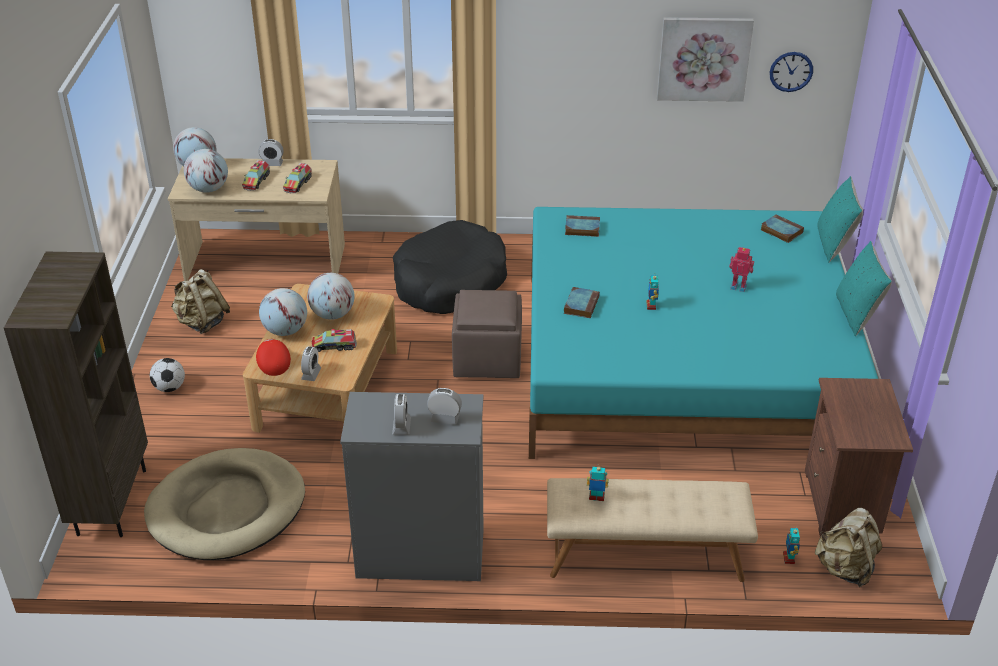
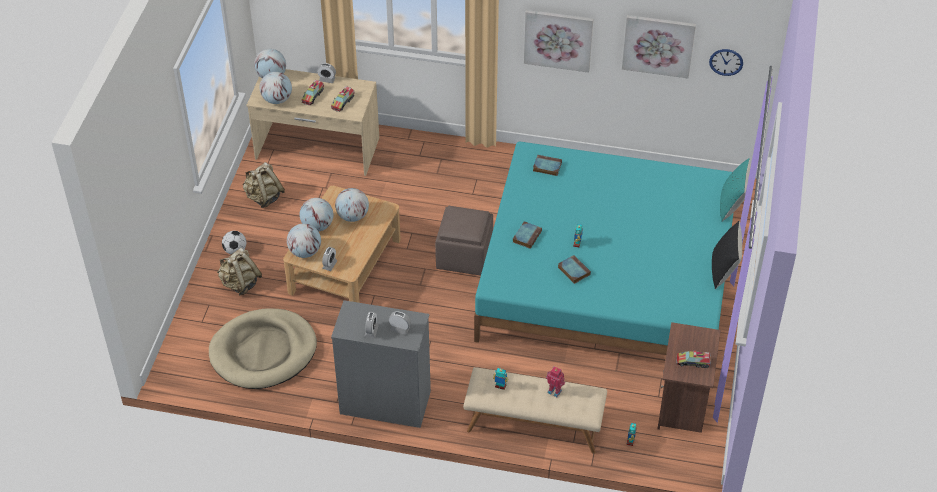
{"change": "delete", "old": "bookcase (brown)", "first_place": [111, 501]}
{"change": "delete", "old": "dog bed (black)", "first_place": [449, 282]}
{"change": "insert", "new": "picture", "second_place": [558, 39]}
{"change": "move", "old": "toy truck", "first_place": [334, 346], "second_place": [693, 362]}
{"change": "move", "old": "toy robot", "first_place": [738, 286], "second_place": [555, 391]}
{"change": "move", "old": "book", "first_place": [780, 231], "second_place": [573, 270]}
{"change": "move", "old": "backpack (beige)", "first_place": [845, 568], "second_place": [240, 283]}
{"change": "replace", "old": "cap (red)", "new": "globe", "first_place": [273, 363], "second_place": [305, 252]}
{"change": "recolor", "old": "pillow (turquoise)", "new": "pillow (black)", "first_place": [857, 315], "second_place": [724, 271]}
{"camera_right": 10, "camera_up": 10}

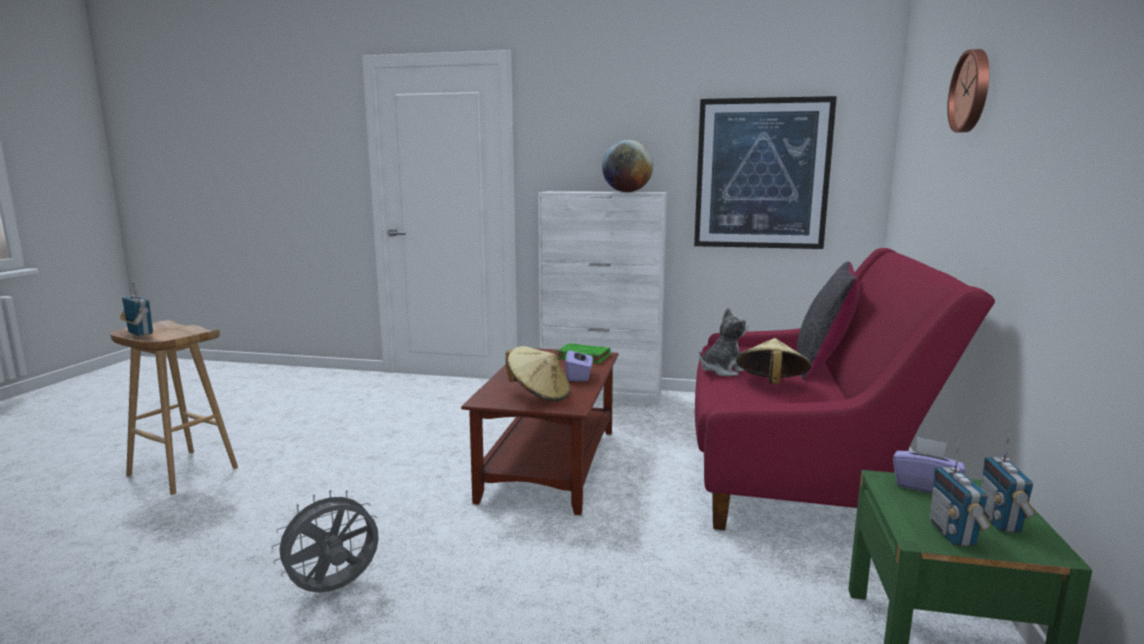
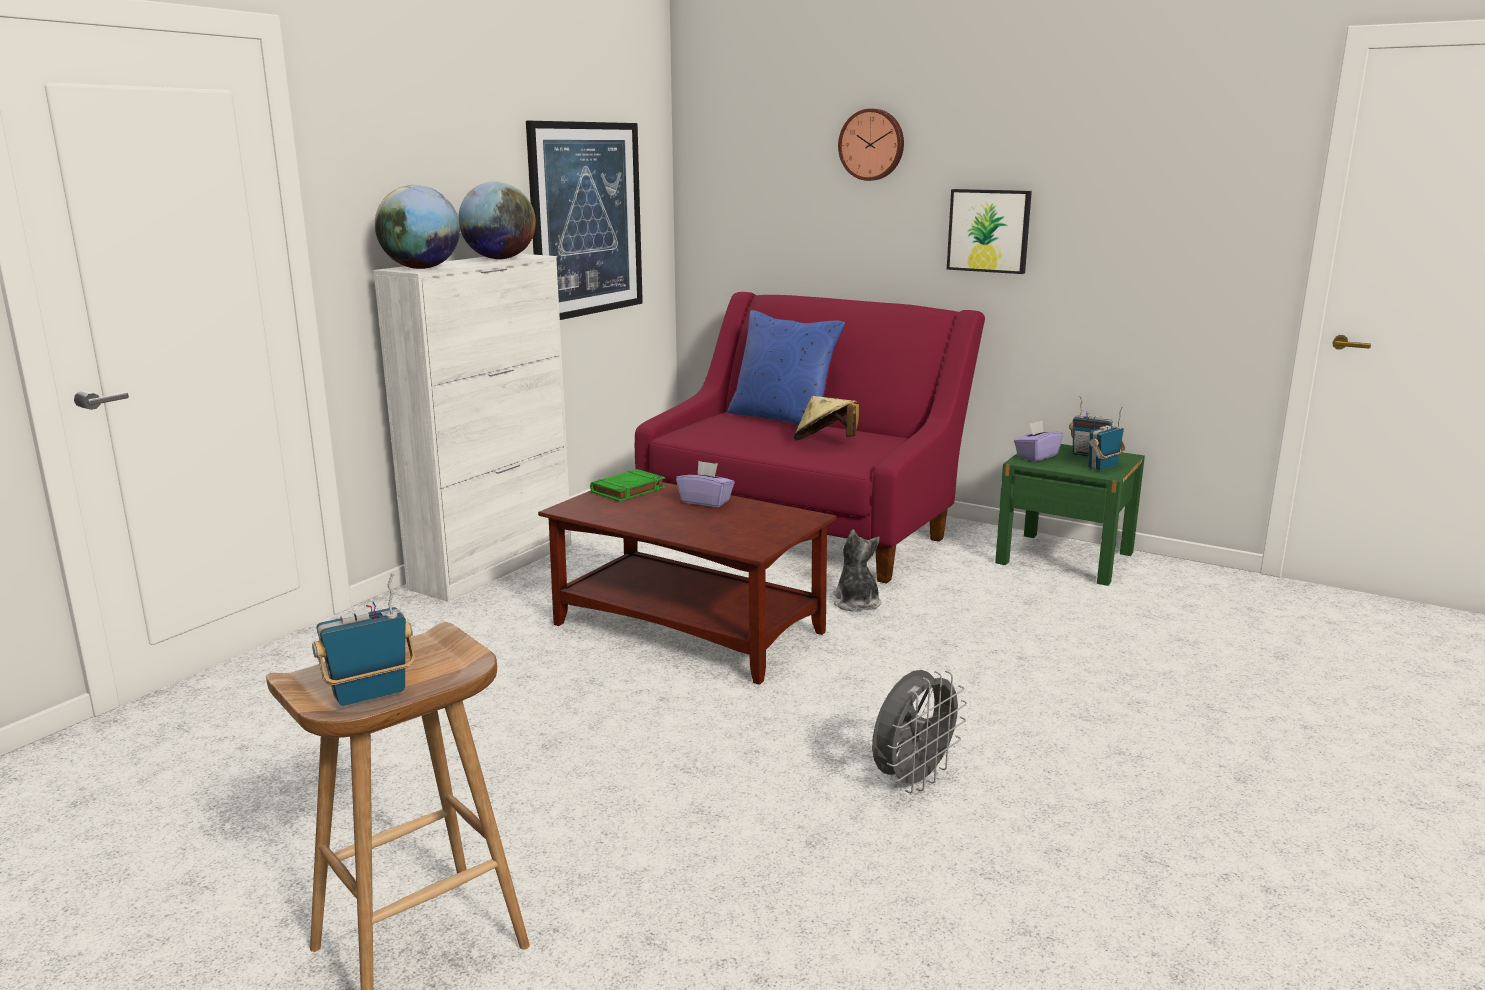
{"change": "delete", "old": "hat (beige)", "first_place": [539, 395]}
{"change": "insert", "new": "globe", "second_place": [421, 268]}
{"change": "insert", "new": "picture", "second_place": [989, 230]}
{"change": "move", "old": "plush toy", "first_place": [722, 370], "second_place": [856, 603]}
{"change": "recolor", "old": "pillow (black)", "new": "pillow (blue)", "first_place": [823, 365], "second_place": [783, 419]}
{"change": "rotate", "old": "fan (grey)", "first_place": [334, 590], "second_place": [912, 780], "degrees": -120}
{"change": "rotate", "old": "radio", "first_place": [953, 534], "second_place": [1103, 467], "degrees": 120}
{"camera_right": -70, "camera_up": 5}

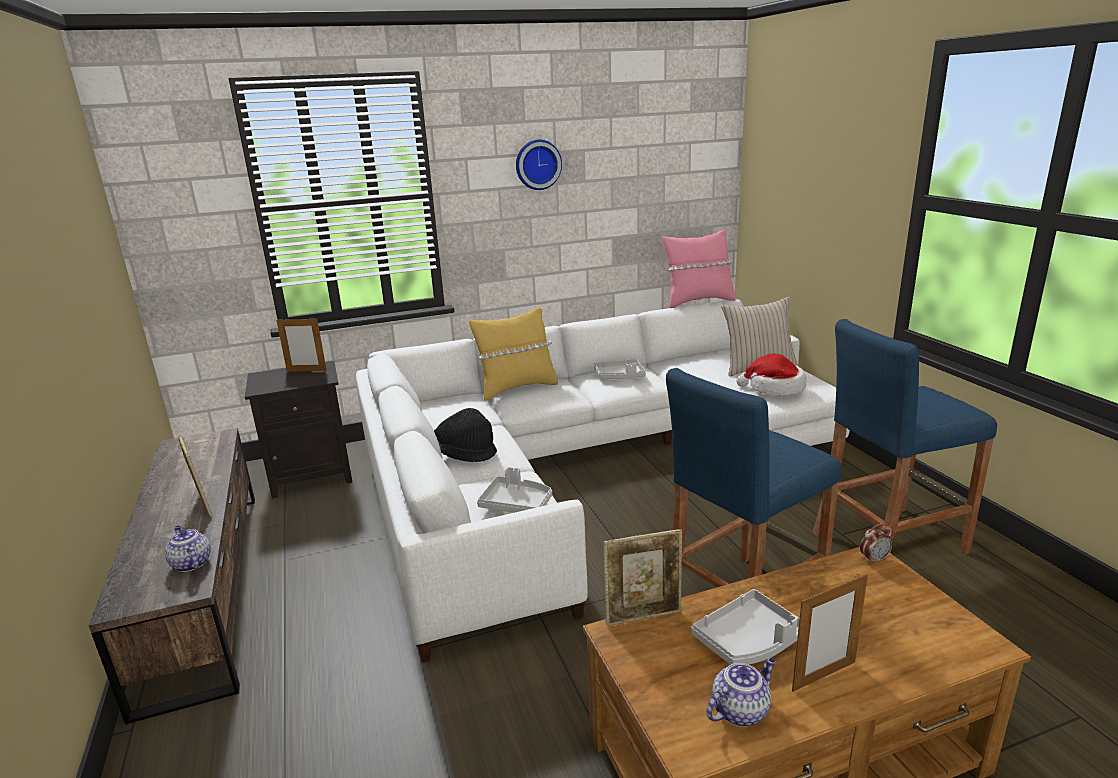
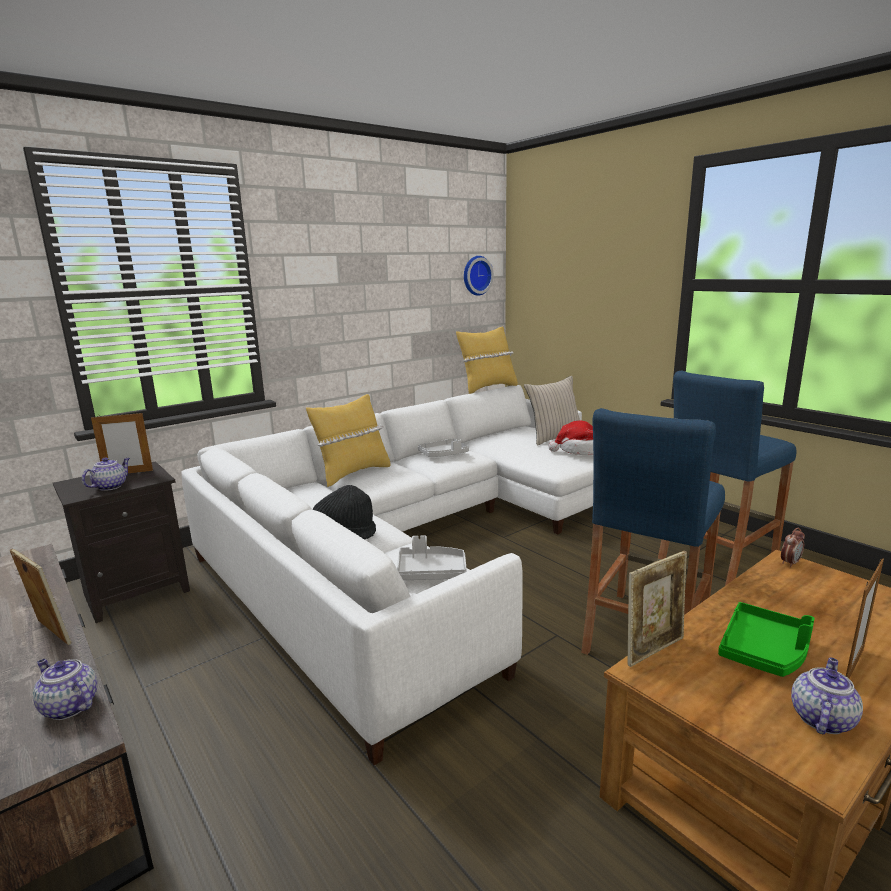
{"change": "insert", "new": "teapot", "second_place": [110, 486]}
{"change": "move", "old": "wall clock", "first_place": [537, 164], "second_place": [476, 275]}
{"change": "recolor", "old": "pillow (pink)", "new": "pillow (yellow)", "first_place": [698, 301], "second_place": [487, 388]}
{"change": "recolor", "old": "tray (grey)", "new": "tray (green)", "first_place": [749, 641], "second_place": [764, 651]}
{"camera_right": -20, "camera_up": -5}

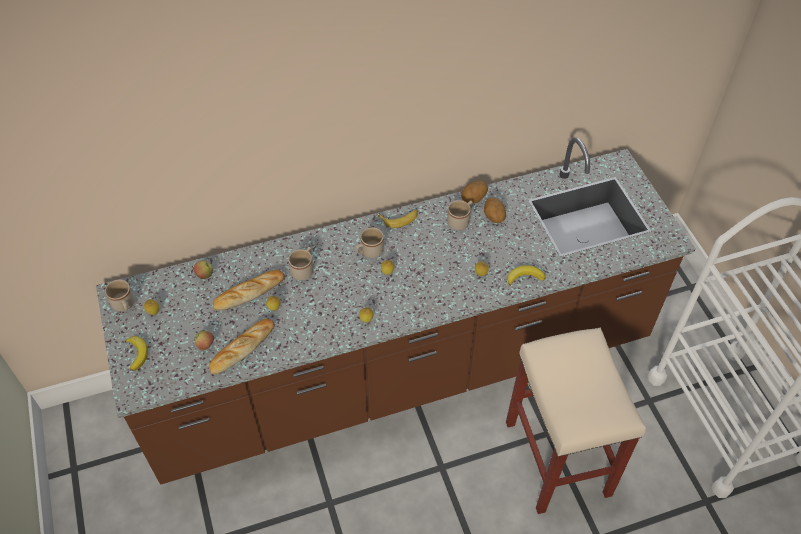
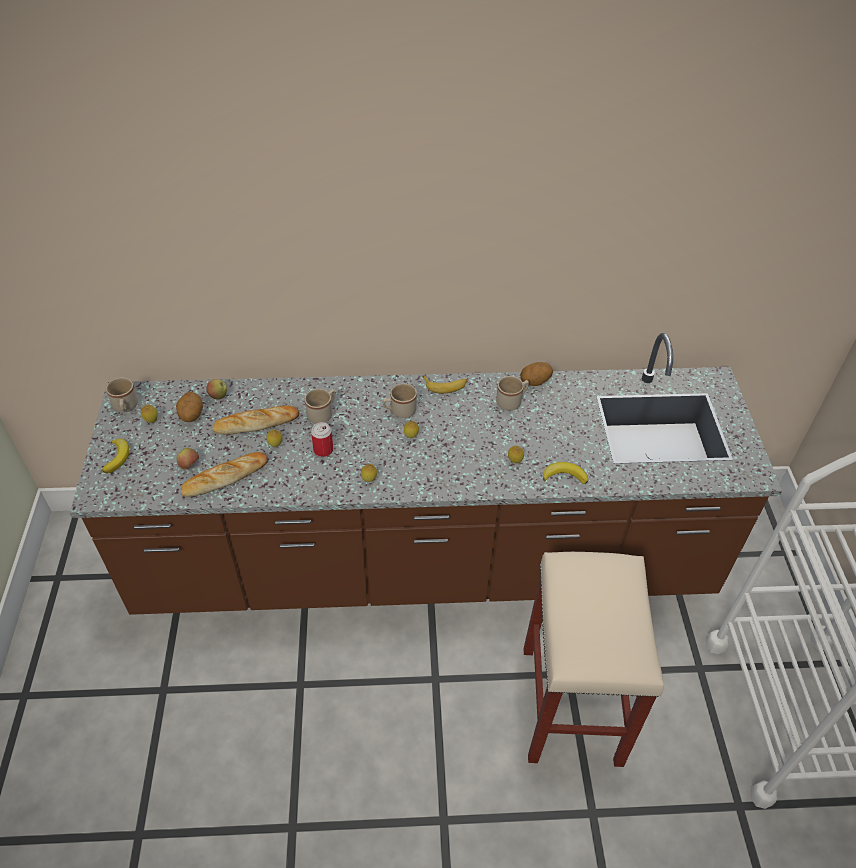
{"change": "insert", "new": "can", "second_place": [323, 450]}
{"change": "move", "old": "potato", "first_place": [493, 217], "second_place": [191, 415]}
{"camera_right": 15, "camera_up": -5}

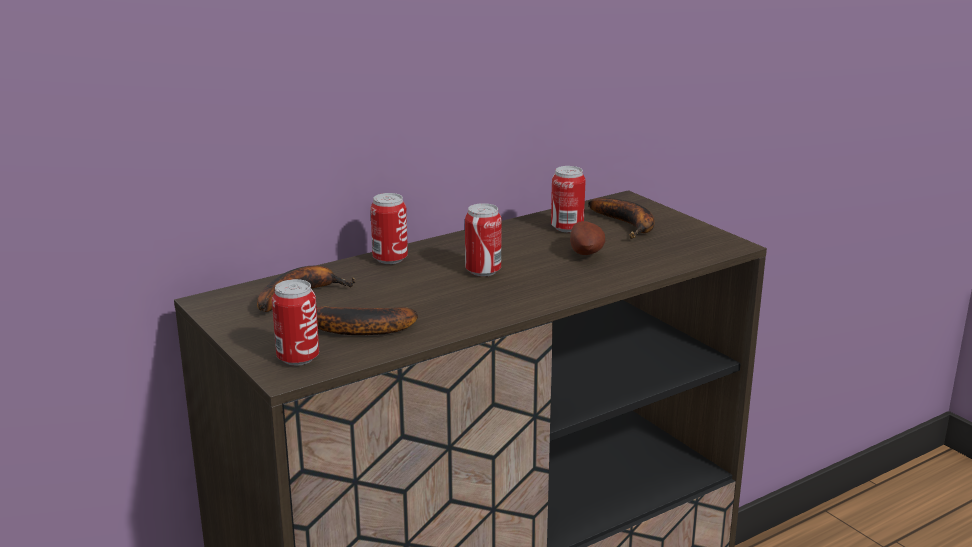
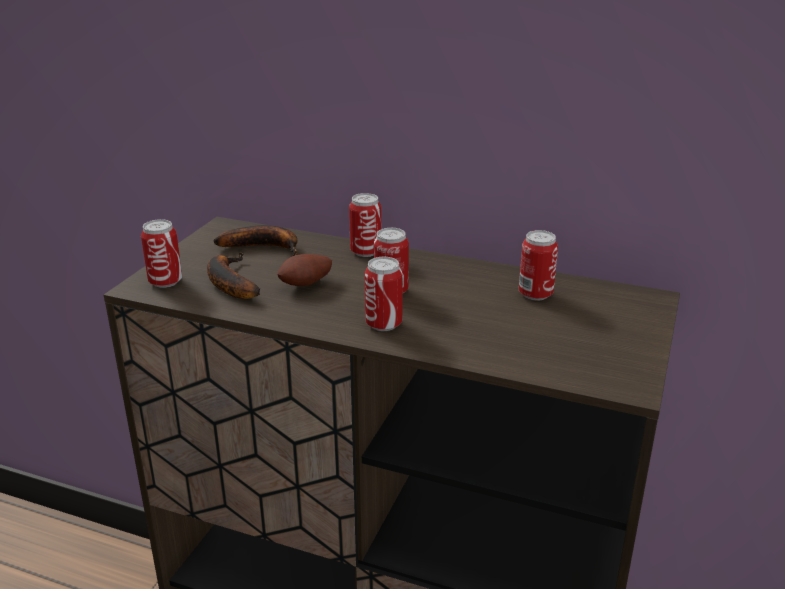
{"change": "delete", "old": "banana", "first_place": [628, 225]}
{"change": "insert", "new": "can", "second_place": [383, 324]}
{"change": "move", "old": "potato", "first_place": [587, 253], "second_place": [306, 285]}
{"camera_right": 55, "camera_up": 5}

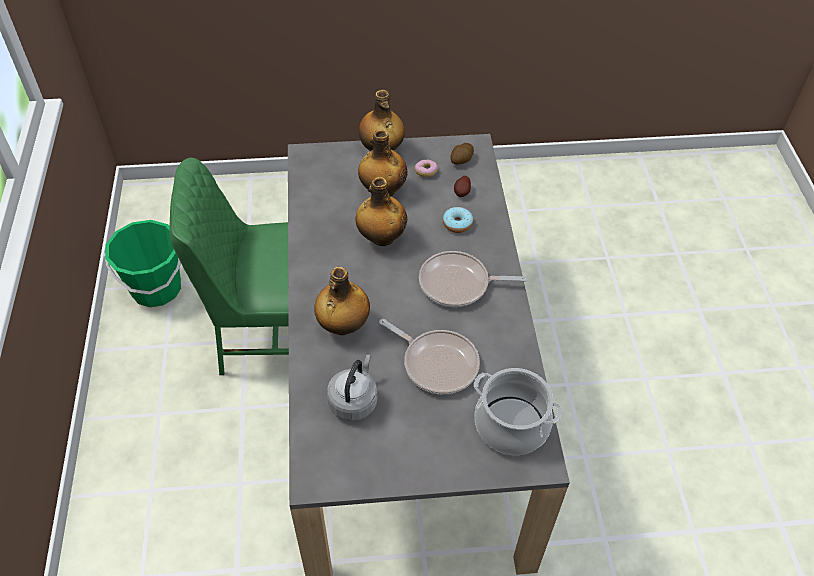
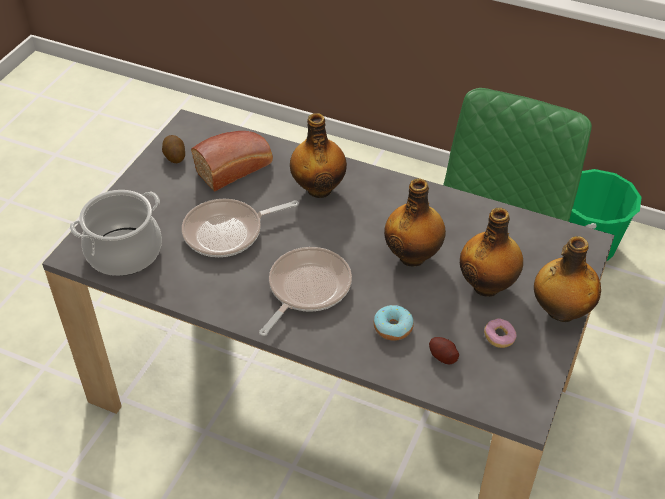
{"change": "move", "old": "potato", "first_place": [461, 160], "second_place": [174, 156]}
{"change": "replace", "old": "kettle (grey)", "new": "bread", "first_place": [354, 400], "second_place": [236, 168]}
{"camera_right": 120, "camera_up": -5}

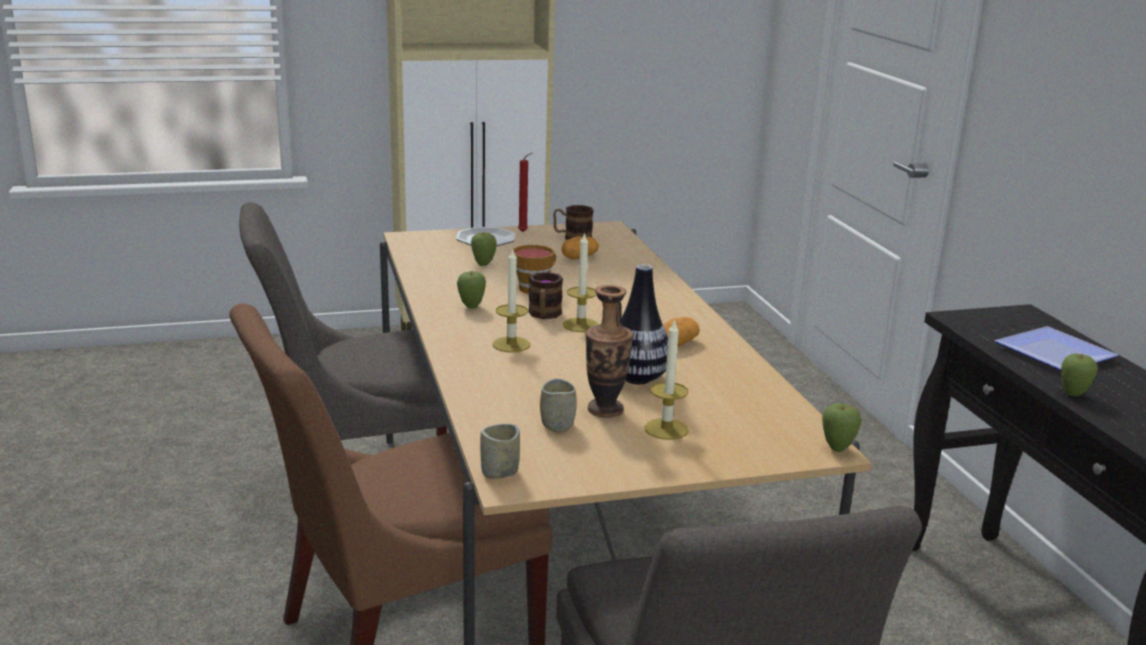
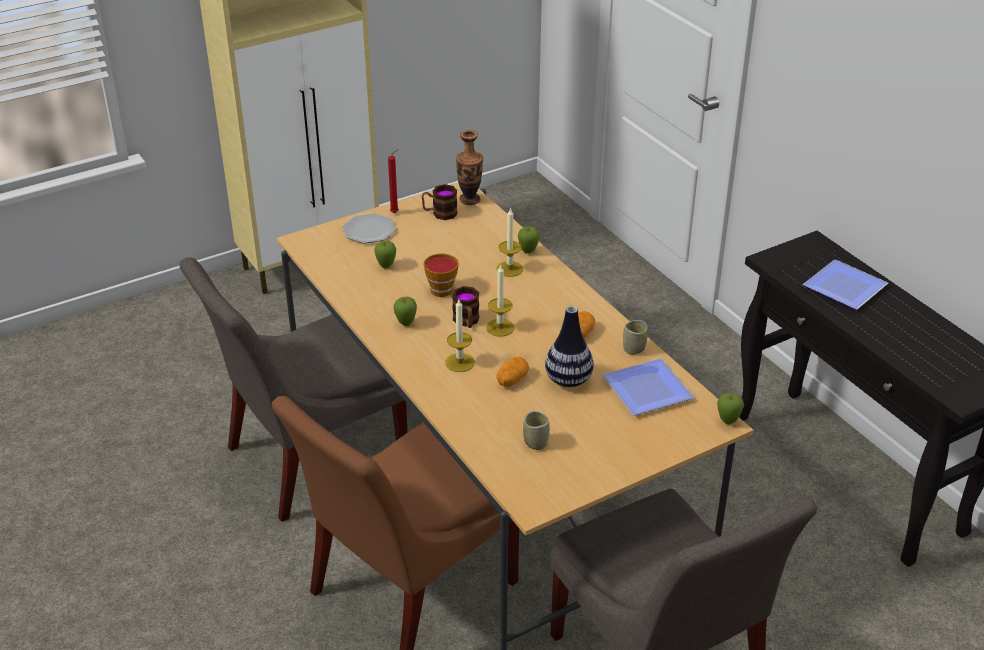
{"change": "insert", "new": "plate", "second_place": [643, 389]}
{"change": "move", "old": "cup", "first_place": [499, 472], "second_place": [634, 349]}
{"change": "move", "old": "potato", "first_place": [579, 257], "second_place": [512, 380]}
{"change": "move", "old": "vase", "first_place": [605, 410], "second_place": [469, 200]}
{"change": "move", "old": "candle", "first_place": [666, 429], "second_place": [509, 269]}
{"change": "move", "old": "apple", "first_place": [1073, 395], "second_place": [528, 252]}
{"camera_right": -15, "camera_up": 15}

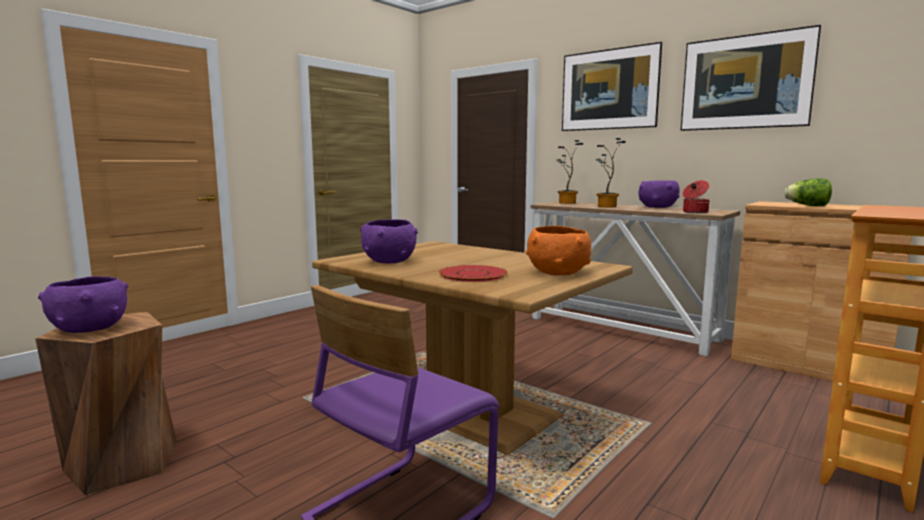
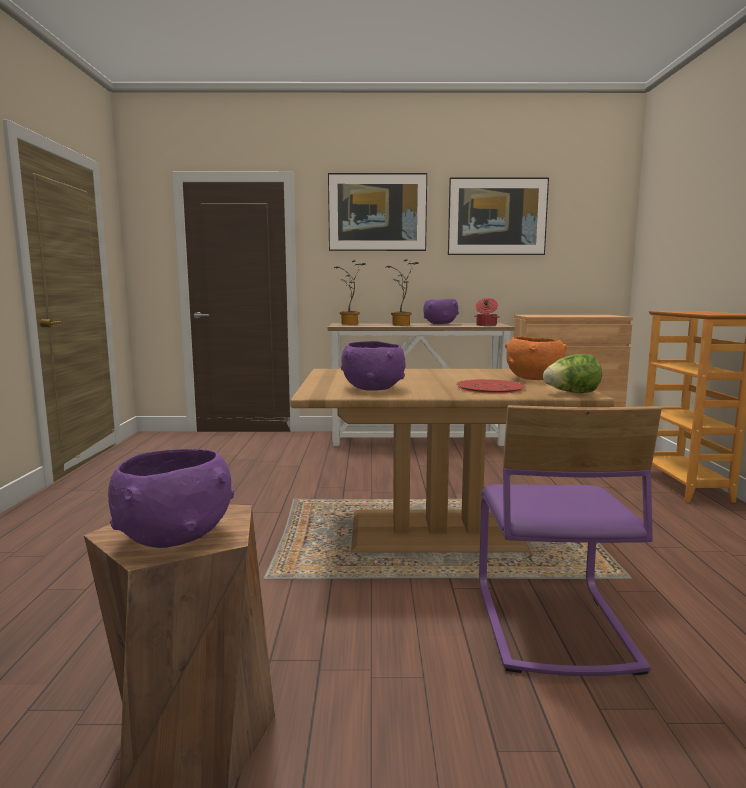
{"change": "move", "old": "lettuce", "first_place": [808, 206], "second_place": [571, 393]}
{"camera_right": -40, "camera_up": 0}

